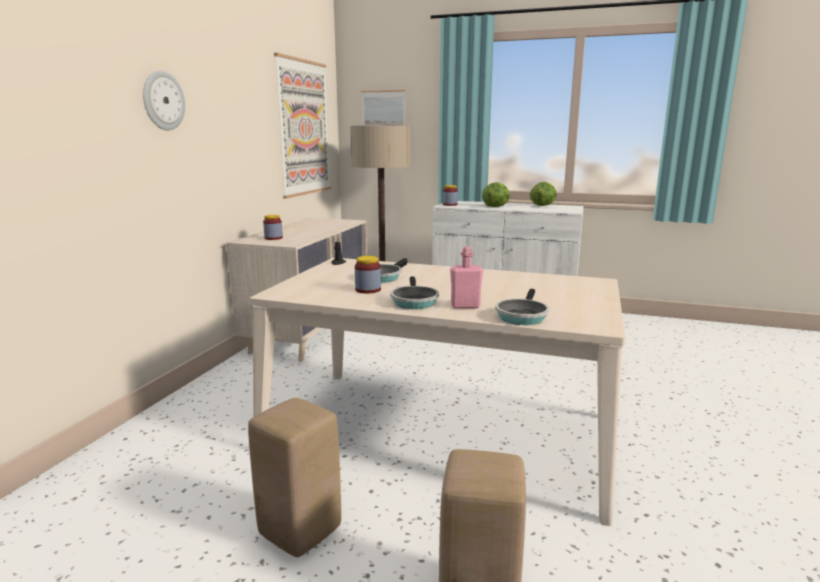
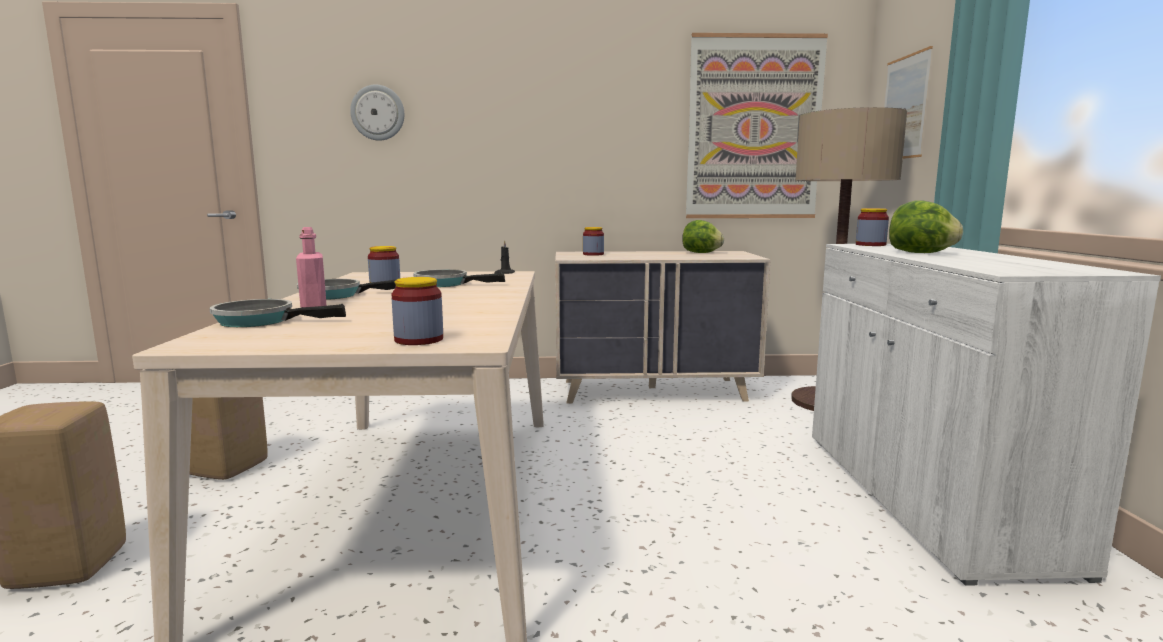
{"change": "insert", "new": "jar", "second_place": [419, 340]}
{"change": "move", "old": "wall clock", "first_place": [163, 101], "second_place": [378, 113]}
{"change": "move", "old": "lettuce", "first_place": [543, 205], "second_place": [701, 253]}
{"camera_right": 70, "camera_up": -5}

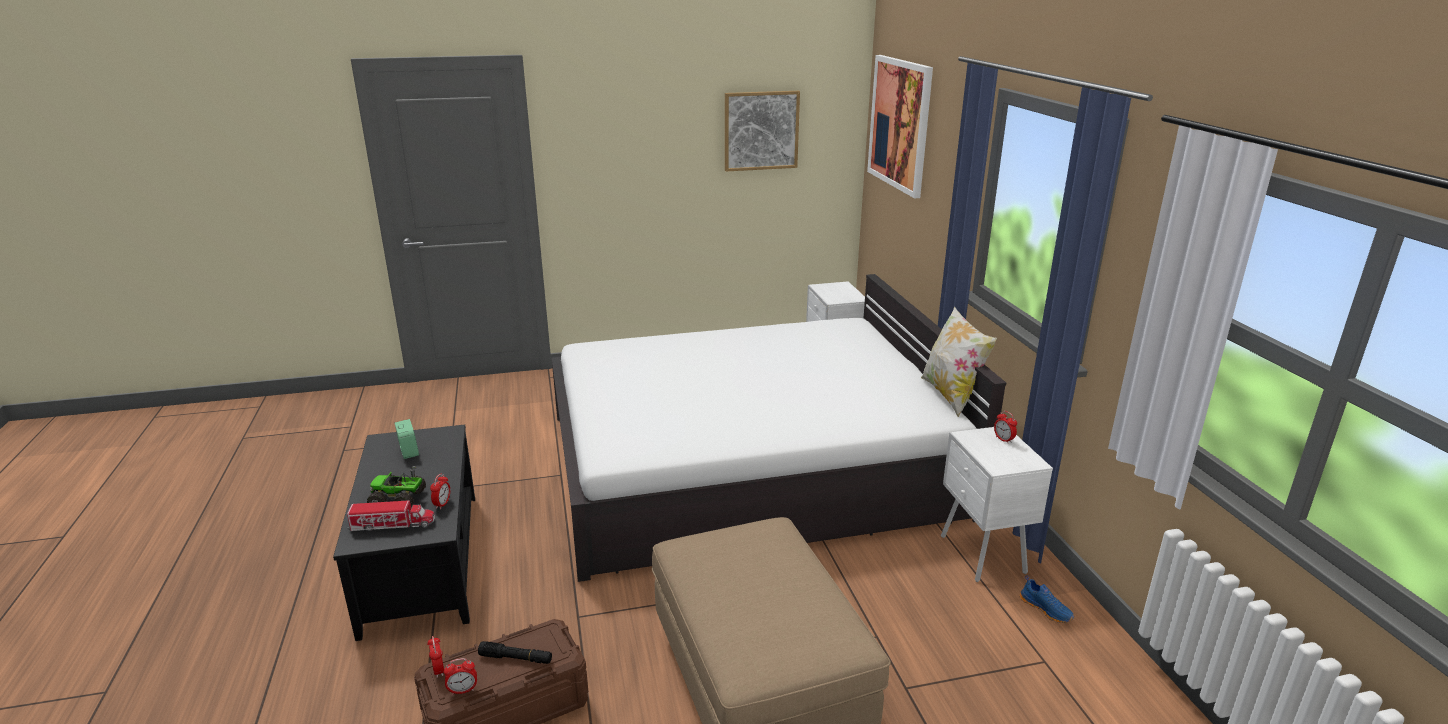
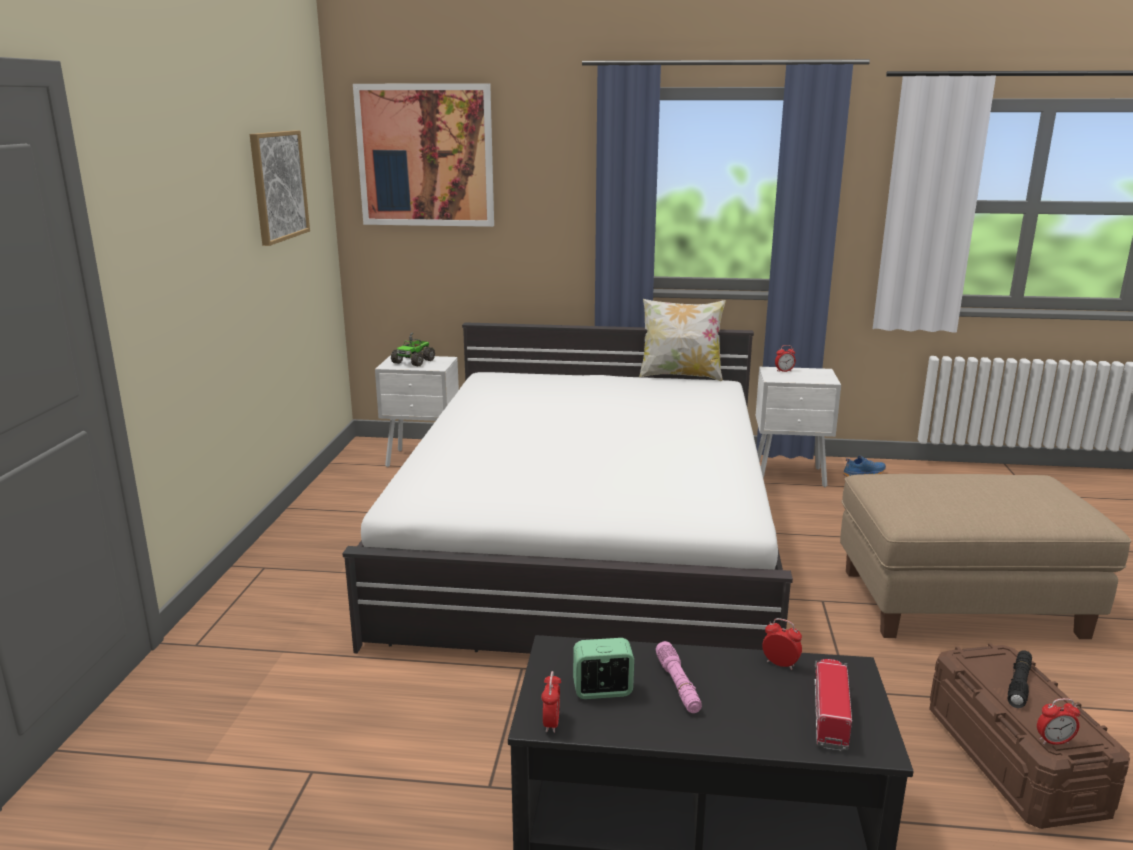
{"change": "insert", "new": "flashlight (pink)", "second_place": [678, 684]}
{"change": "move", "old": "toy truck", "first_place": [399, 500], "second_place": [414, 361]}
{"change": "move", "old": "alarm clock", "first_place": [463, 690], "second_place": [551, 723]}
{"camera_right": -70, "camera_up": -5}

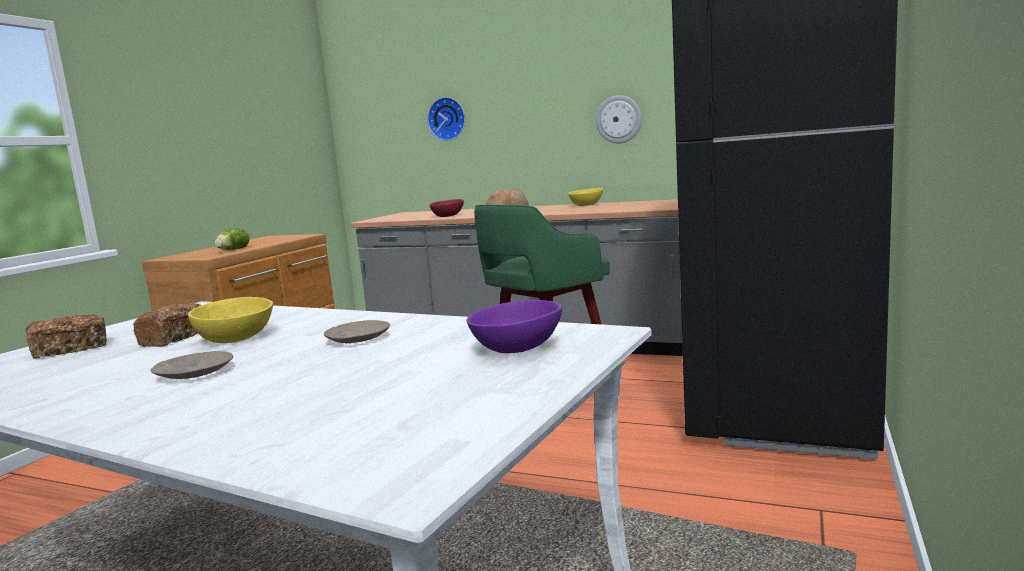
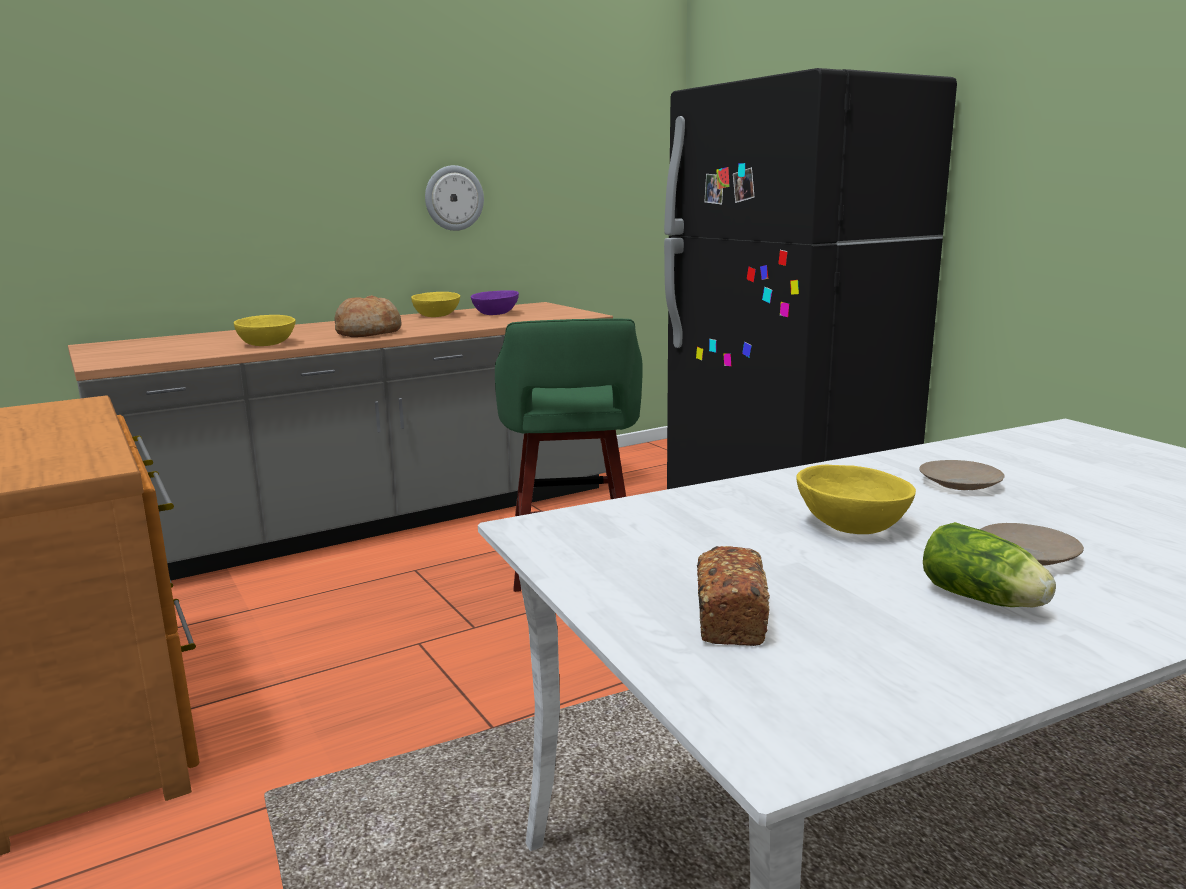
{"change": "delete", "old": "bread", "first_place": [174, 338]}
{"change": "delete", "old": "wall clock", "first_place": [447, 119]}
{"change": "move", "old": "lettuce", "first_place": [232, 250], "second_place": [985, 600]}
{"change": "move", "old": "bowl (purple)", "first_place": [518, 348], "second_place": [495, 314]}
{"change": "recolor", "old": "bowl (red)", "new": "bowl (yellow)", "first_place": [448, 216], "second_place": [266, 344]}
{"camera_right": -55, "camera_up": 5}

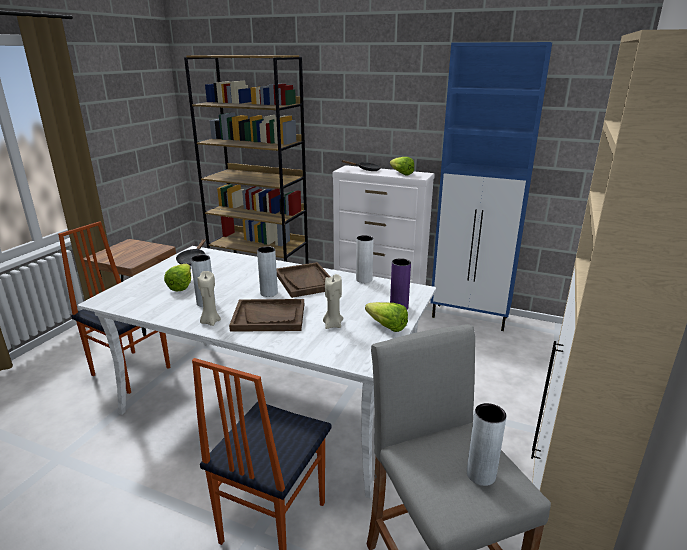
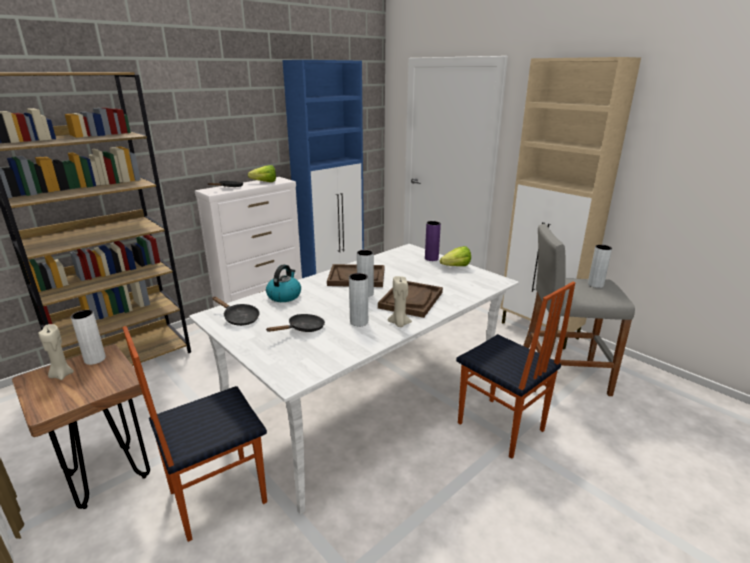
{"change": "insert", "new": "kettle", "second_place": [284, 296]}
{"change": "move", "old": "candle (beige)", "first_place": [333, 325], "second_place": [61, 375]}
{"change": "move", "old": "vase (white)", "first_place": [364, 279], "second_place": [95, 359]}
{"change": "replace", "old": "lettuce", "new": "frying pan (black)", "first_place": [183, 285], "second_place": [303, 329]}
{"camera_right": -65, "camera_up": 0}

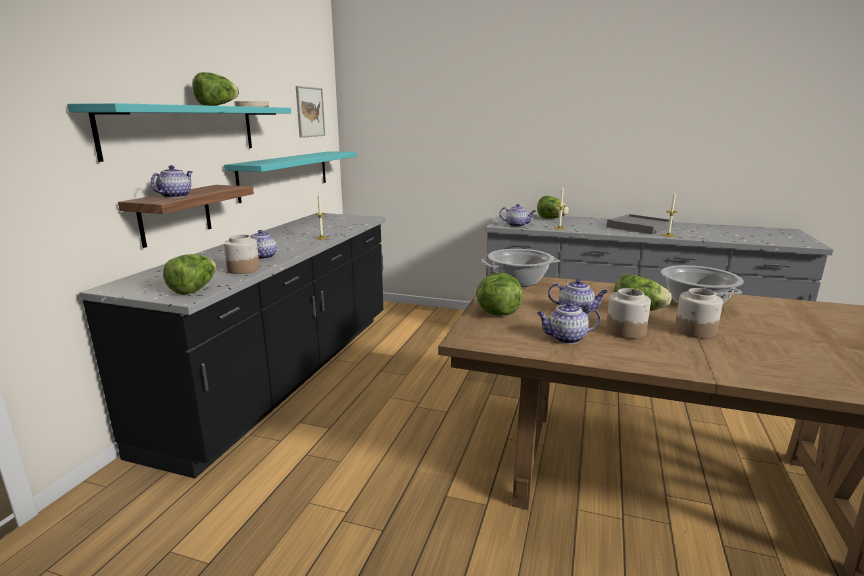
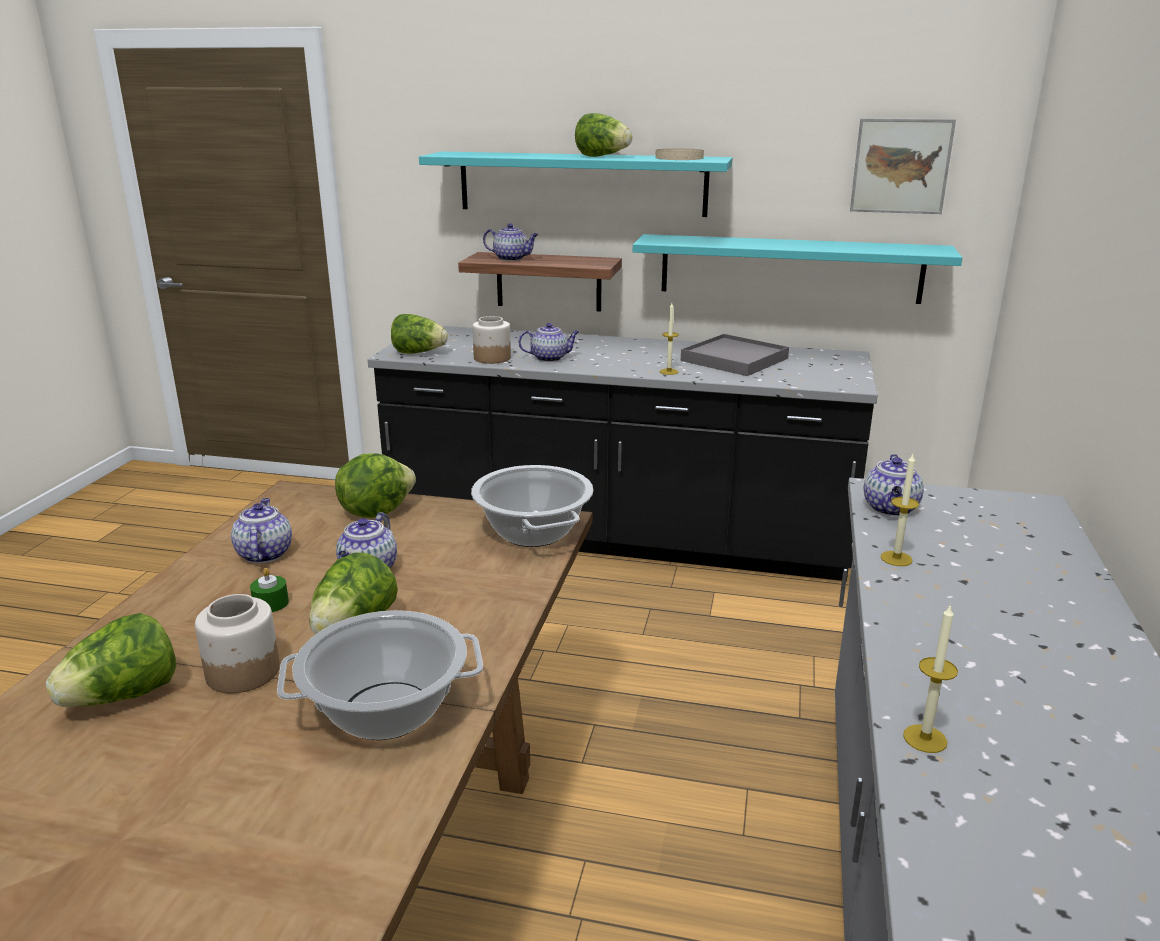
{"change": "move", "old": "lettuce", "first_place": [551, 218], "second_place": [123, 696]}
{"change": "move", "old": "tray (grey)", "first_place": [639, 227], "second_place": [734, 359]}
{"change": "replace", "old": "jar", "new": "candle (green)", "first_place": [625, 331], "second_place": [271, 603]}
{"camera_right": 85, "camera_up": 5}

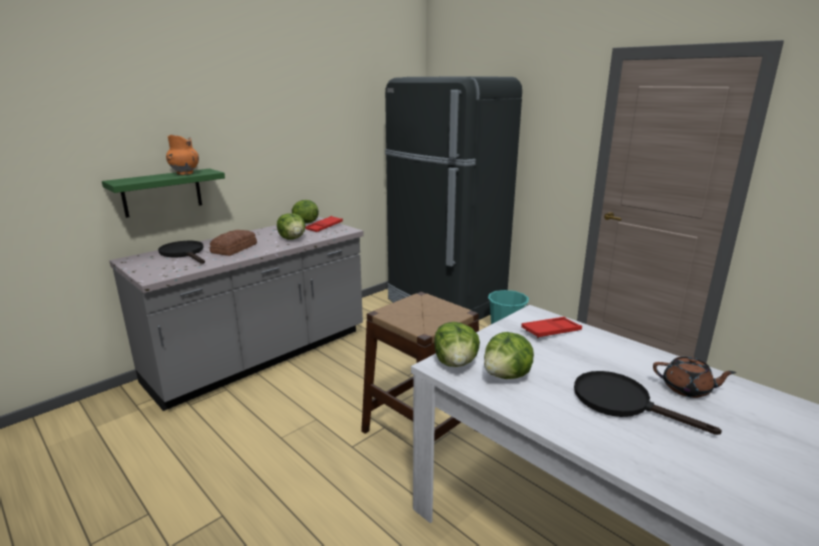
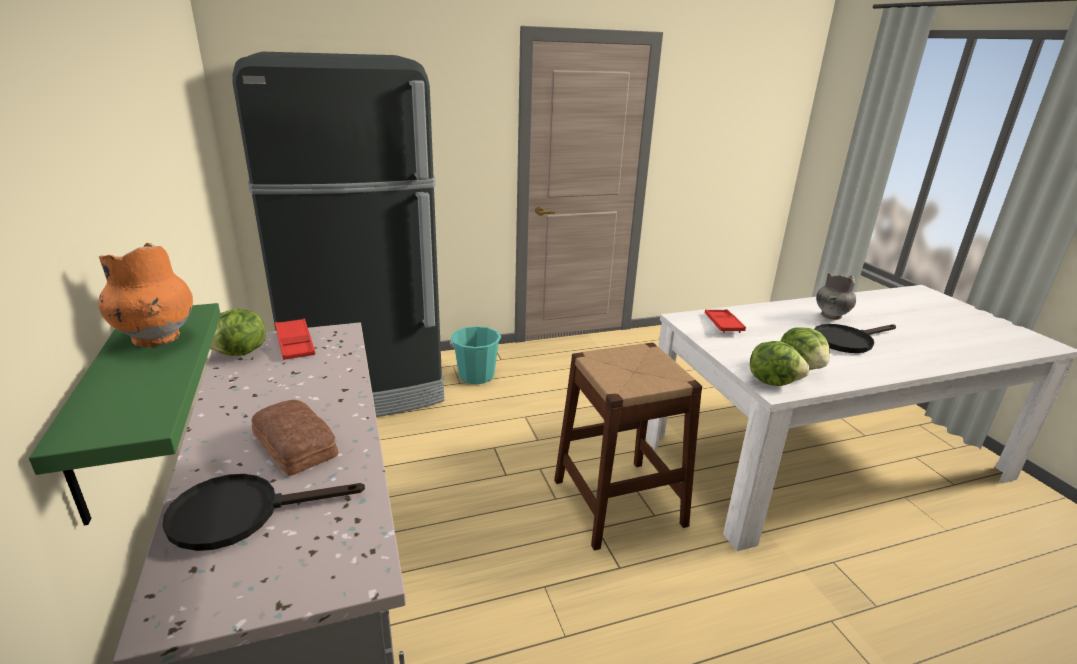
{"change": "delete", "old": "lettuce", "first_place": [292, 238]}
{"change": "replace", "old": "teapot (brown)", "new": "vase (grey)", "first_place": [687, 389], "second_place": [831, 315]}
{"camera_right": -65, "camera_up": 5}

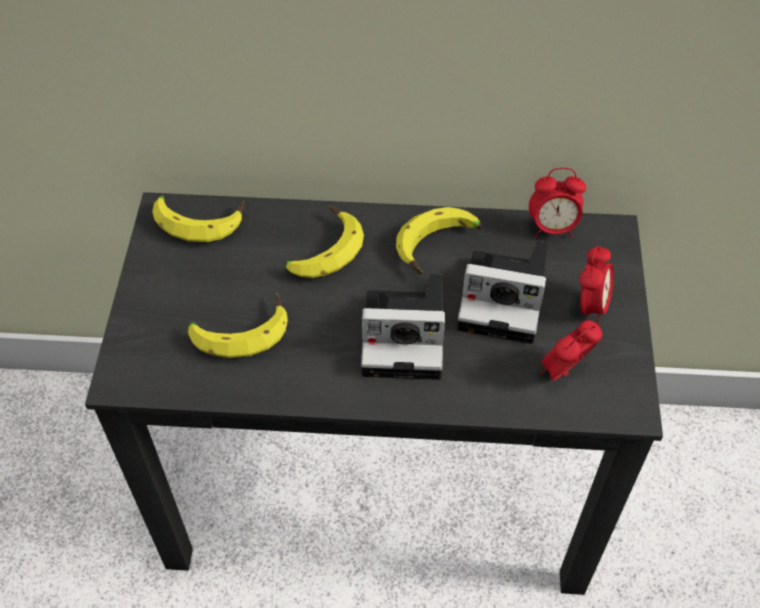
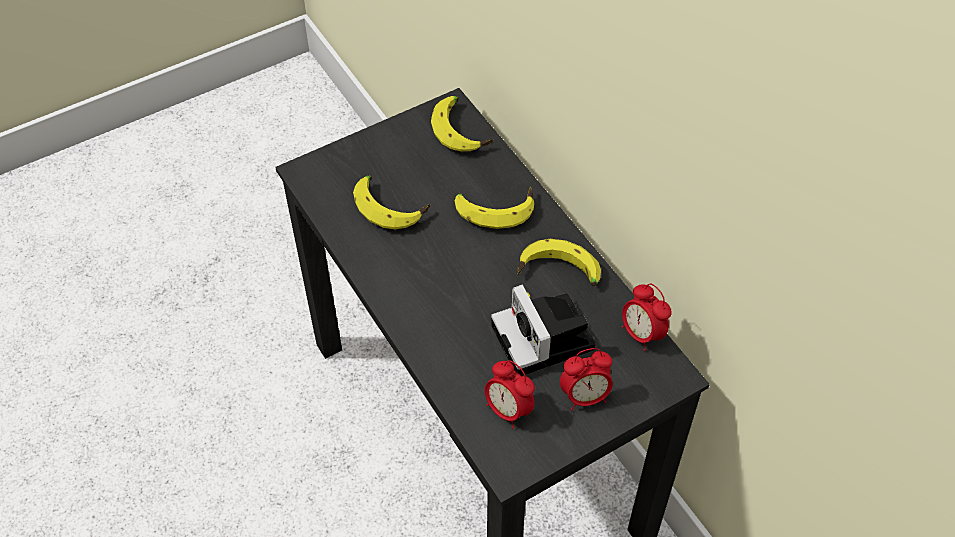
{"change": "delete", "old": "photo camera", "first_place": [407, 336]}
{"change": "rotate", "old": "alarm clock", "first_place": [564, 372], "second_place": [508, 410], "degrees": -150}
{"camera_right": 55, "camera_up": 0}

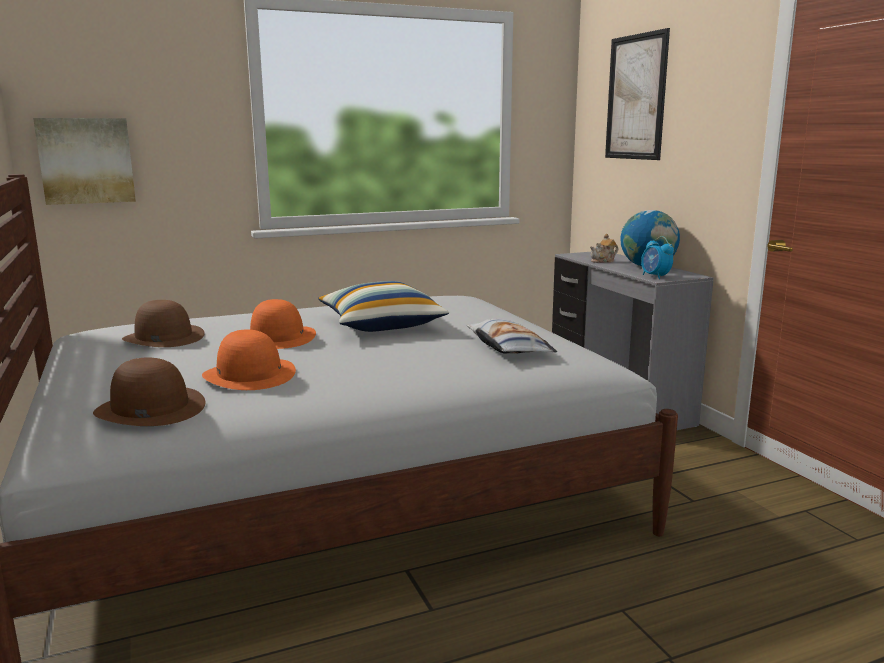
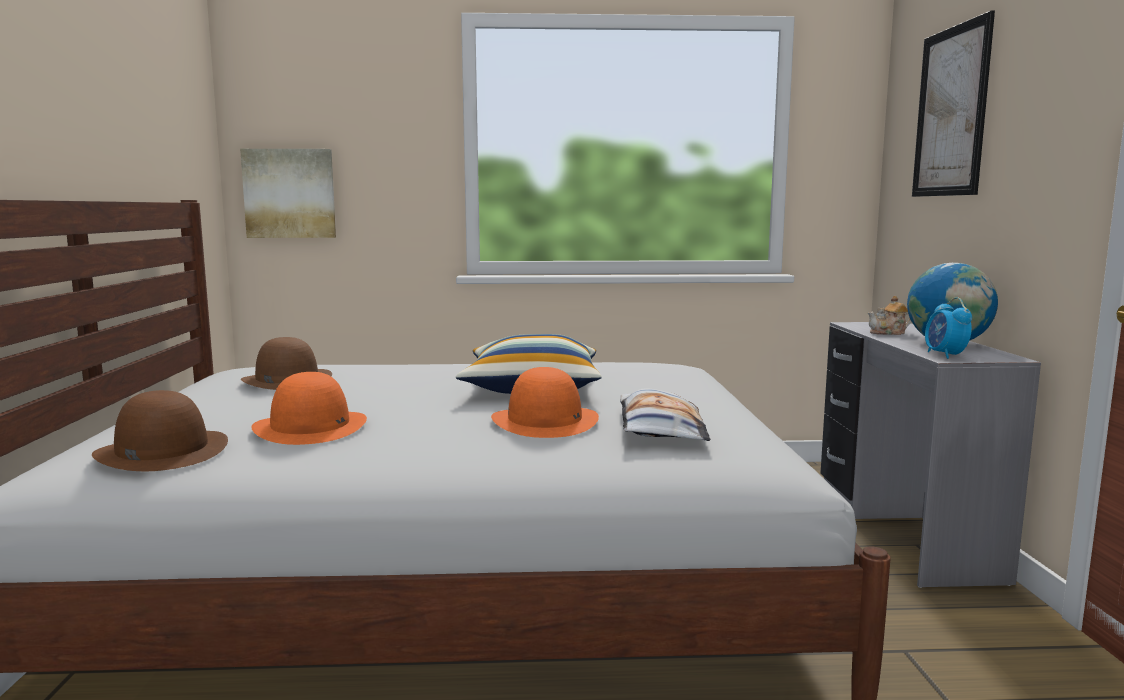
{"change": "move", "old": "hat (orange)", "first_place": [277, 337], "second_place": [545, 421]}
{"camera_right": 20, "camera_up": -5}

